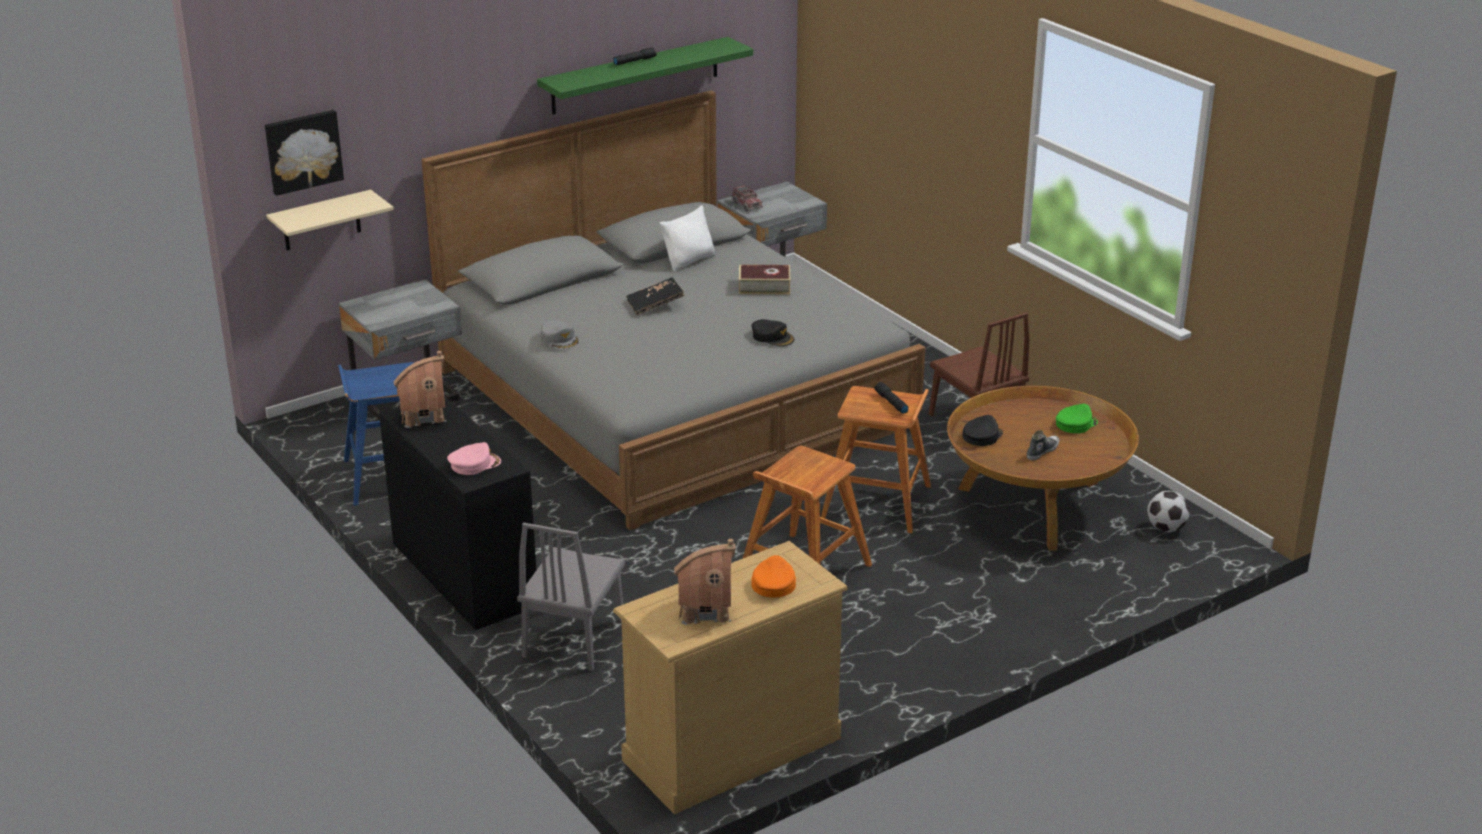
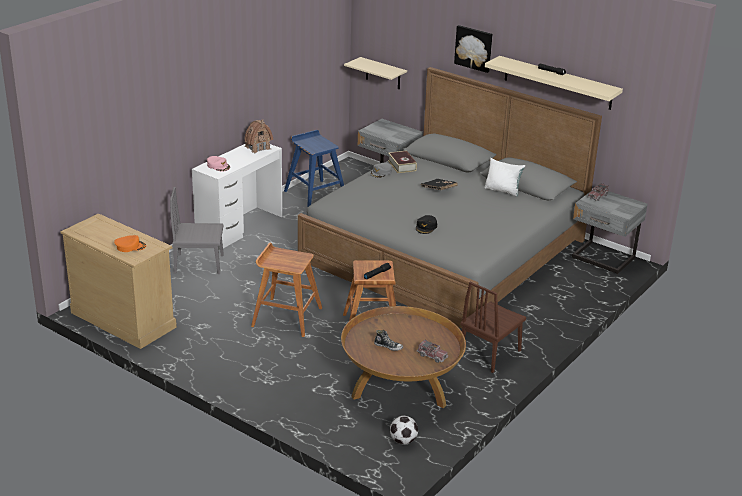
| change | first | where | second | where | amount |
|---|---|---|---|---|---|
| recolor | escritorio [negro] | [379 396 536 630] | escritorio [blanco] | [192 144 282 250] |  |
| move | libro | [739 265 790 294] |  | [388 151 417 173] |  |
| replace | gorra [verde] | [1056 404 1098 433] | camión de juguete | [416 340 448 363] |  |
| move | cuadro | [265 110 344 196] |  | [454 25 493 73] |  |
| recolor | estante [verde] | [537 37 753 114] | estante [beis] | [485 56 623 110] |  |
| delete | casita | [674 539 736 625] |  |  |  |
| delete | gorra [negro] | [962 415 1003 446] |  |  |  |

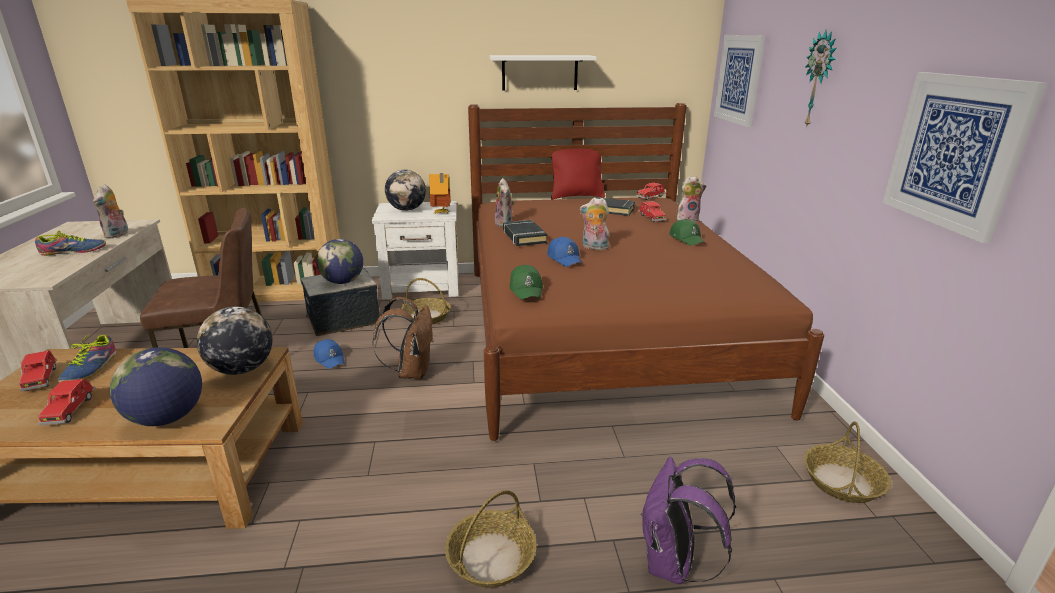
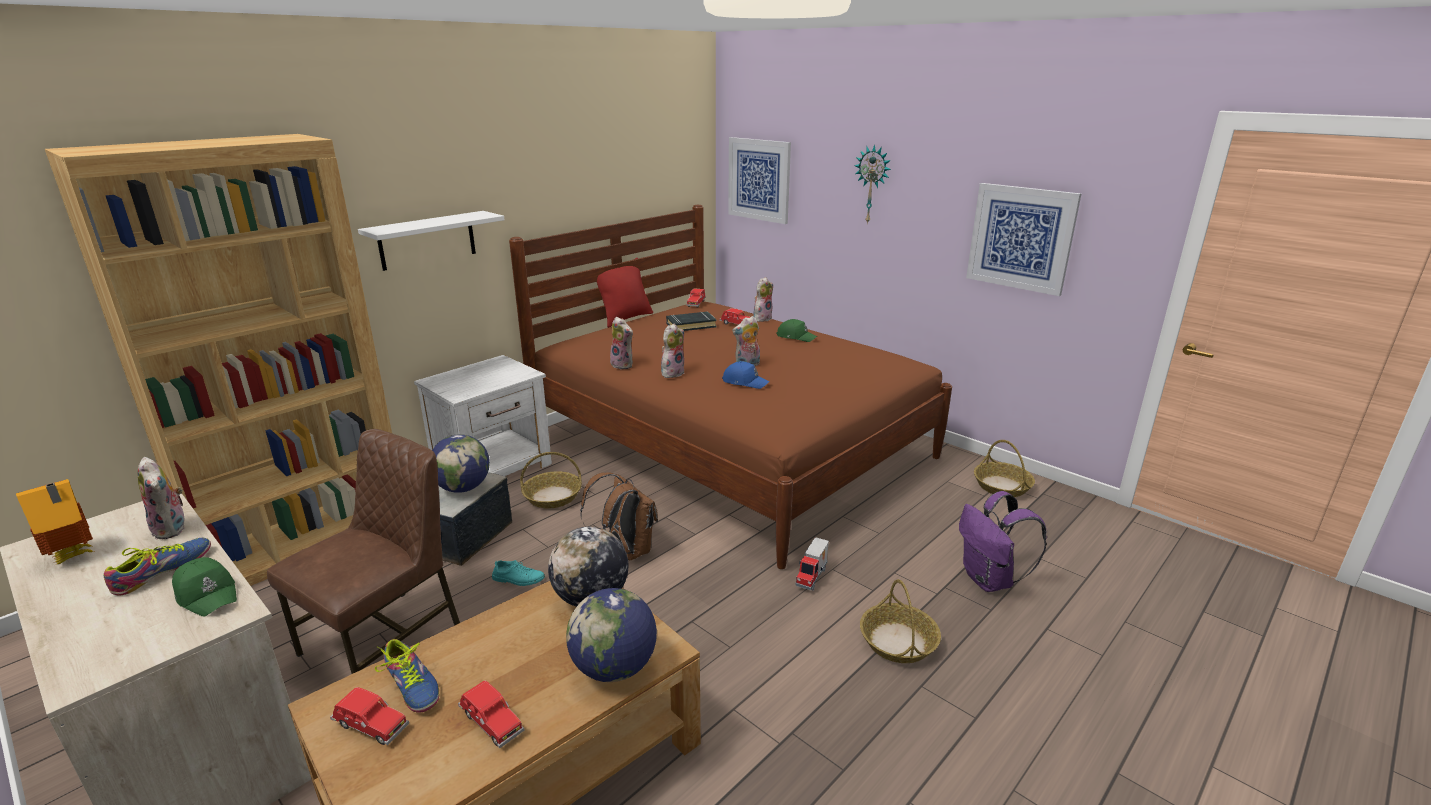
| change | first | where | second | where | amount |
|---|---|---|---|---|---|
| move | casita | [429 173 451 214] |  | [16 479 94 564] |  |
| move | gorra [verde] | [510 265 543 300] |  | [172 557 237 616] |  |
| move | estante [blanco] | [489 55 597 90] |  | [358 211 505 271] |  |
| replace | gorra [azul] | [314 339 345 369] | zapato [turquesa] | [492 560 545 586] |  |
| replace | libro [negro] | [503 220 547 246] | peluche | [661 324 684 378] |  |
| insert |  |  | camión de juguete | [795 537 829 591] |  |
| delete | globo terráqueo | [385 170 426 211] |  |  |  |

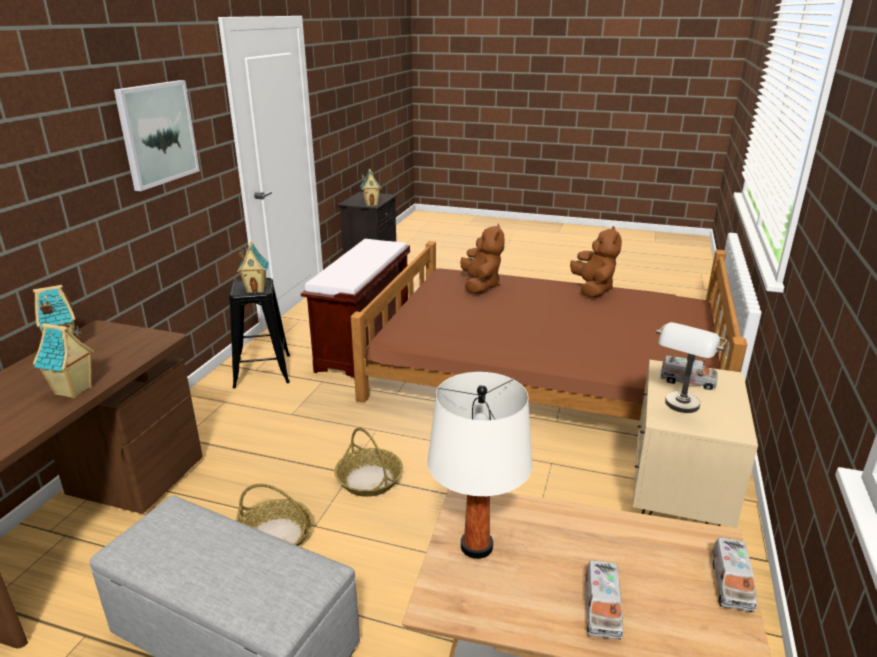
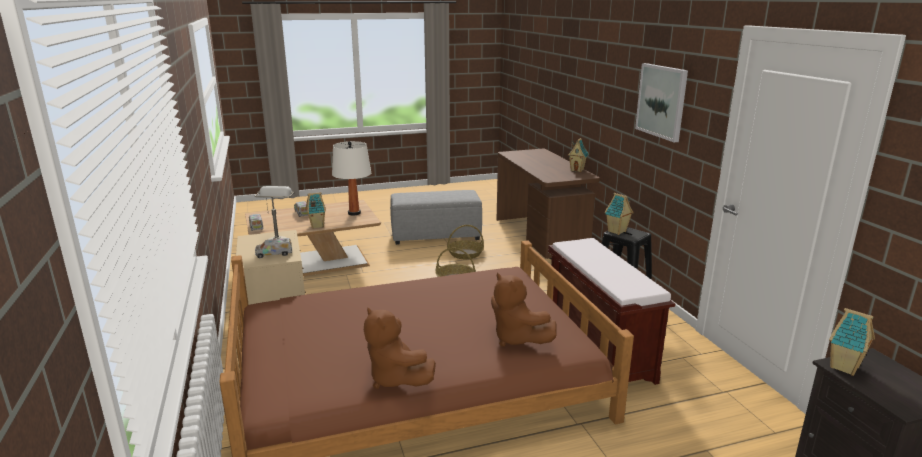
| change | first | where | second | where | amount |
|---|---|---|---|---|---|
| move | casita | [33 323 94 399] |  | [306 192 326 229] |  |

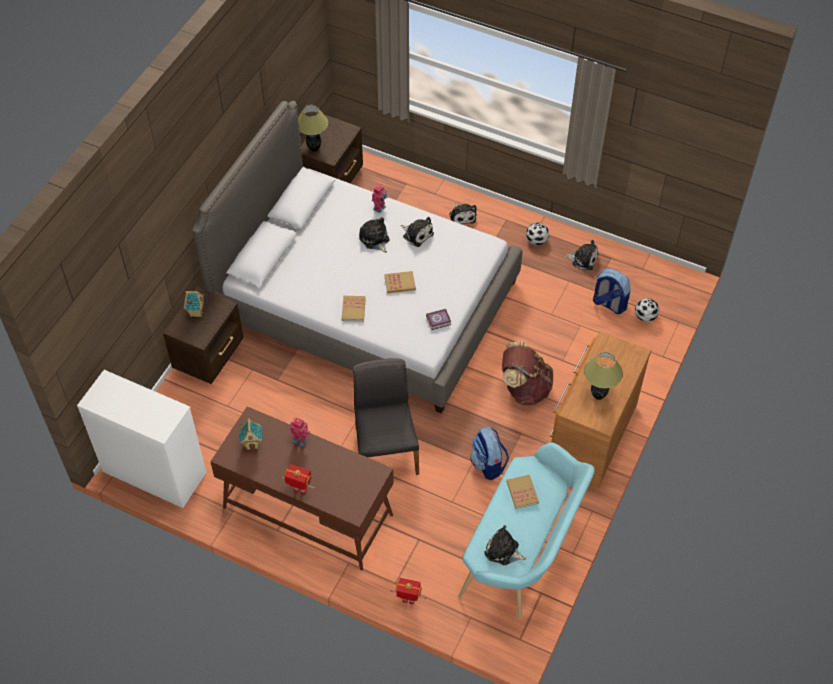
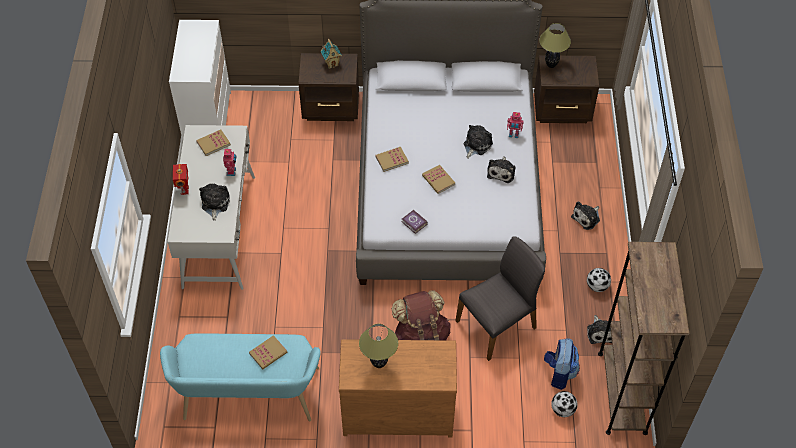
| change | first | where | second | where | amount |
|---|---|---|---|---|---|
| recolor | escritorio [marrón] | [210 406 393 570] | escritorio [blanco] | [168 125 255 290] |  |
| replace | casita | [239 418 262 450] | libro | [196 130 231 156] |  |
| move | peluche | [484 525 527 565] |  | [199 184 230 221] |  |
| move | silla [gris] | [353 358 419 475] |  | [455 236 545 361] |  |
| insert |  |  | estantería [marrón] | [598 242 689 435] |  |
| delete | robot de juguete | [391 578 426 605] |  |  |  |
| delete | mochila | [470 427 509 480] |  |  |  |

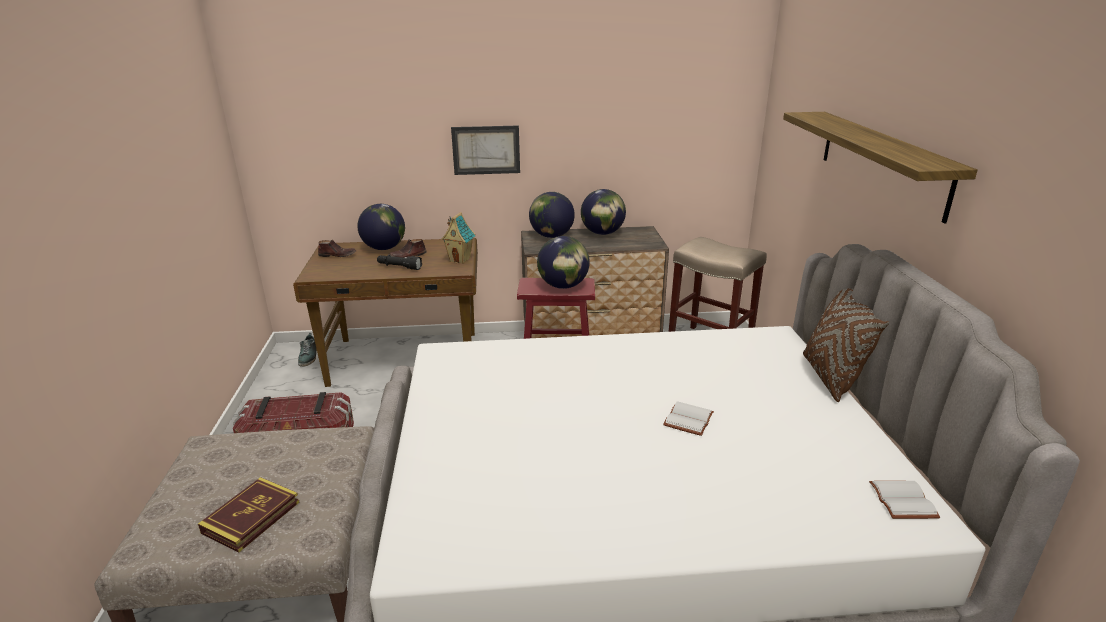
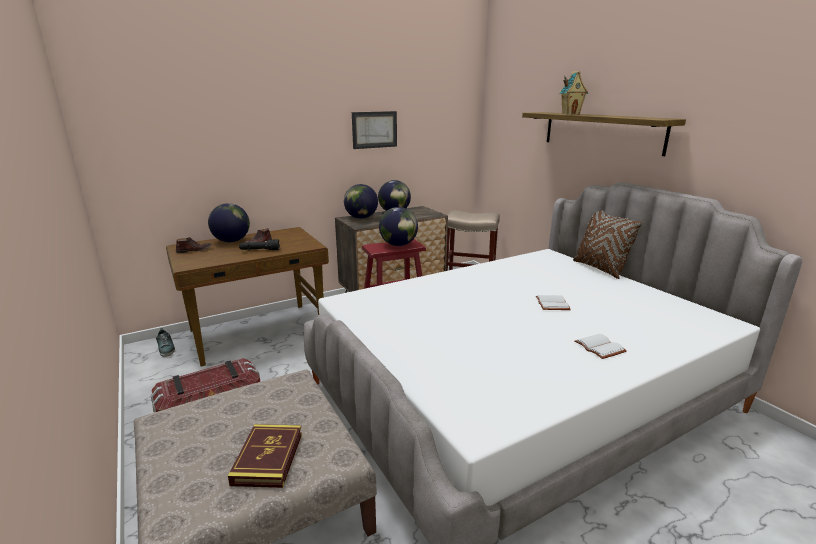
| change | first | where | second | where | amount |
|---|---|---|---|---|---|
| move | cuadro | [451 125 520 175] |  | [352 111 397 149] |  |
| move | casita | [441 212 475 264] |  | [559 71 588 114] |  |
| move | libro [blanco] | [869 481 940 519] |  | [574 334 627 359] |  |

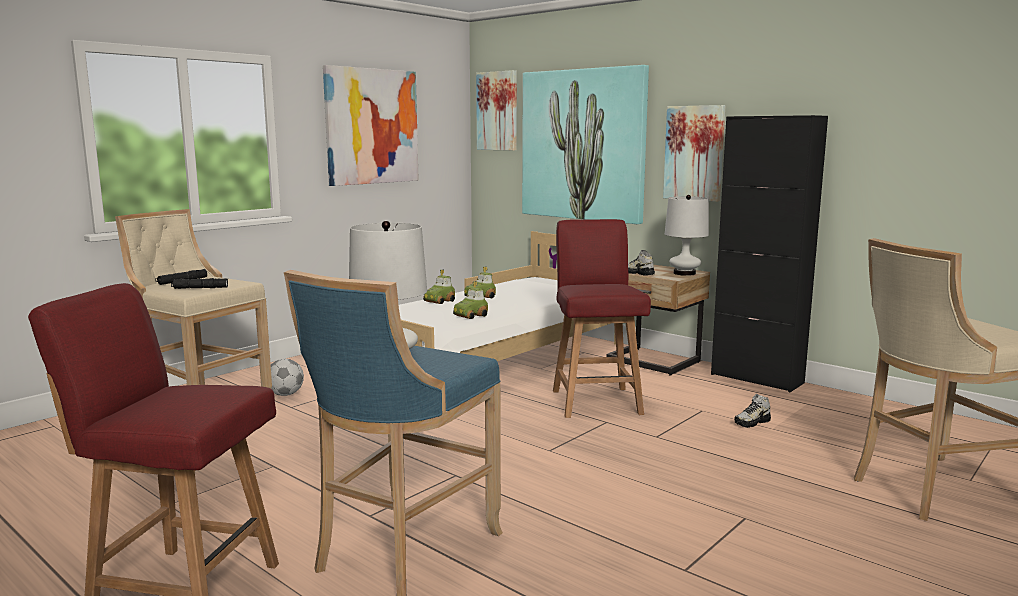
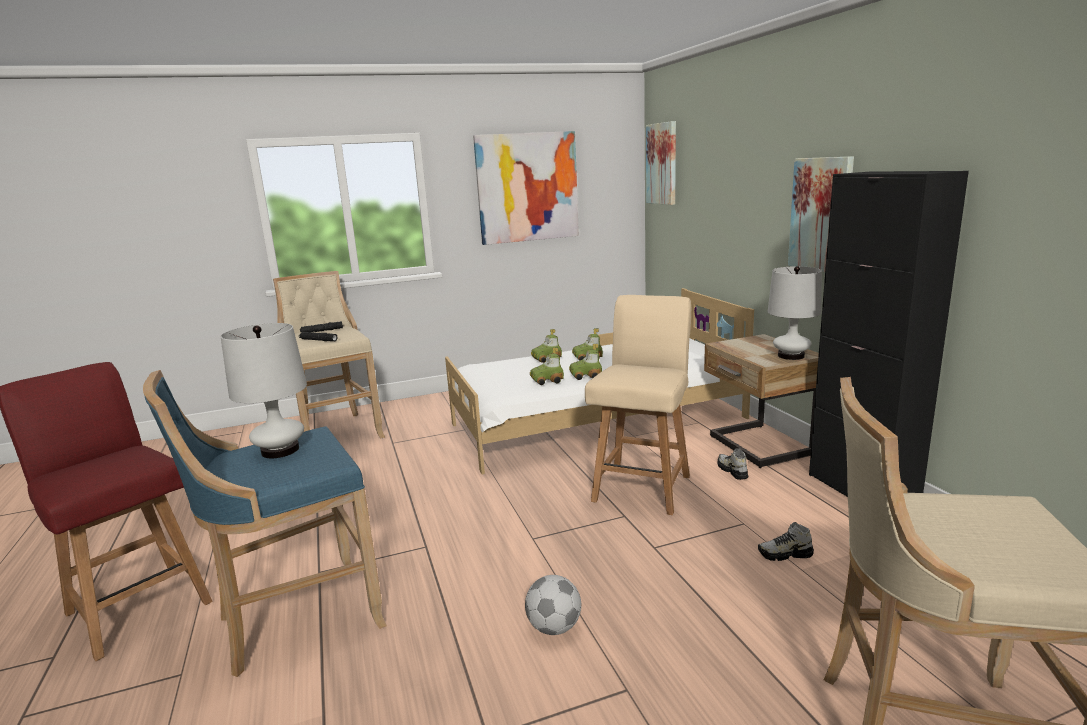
| change | first | where | second | where | amount |
|---|---|---|---|---|---|
| move | balón de fútbol | [271 359 304 396] |  | [525 575 581 635] |  |
| insert |  |  | coche de juguete | [569 344 602 380] |  |
| recolor | silla [rojo] | [553 219 651 418] | silla [beis] | [585 295 691 515] |  |
| move | zapato | [628 250 655 276] |  | [717 448 749 480] |  |
| delete | cuadro | [522 65 649 224] |  |  |  |

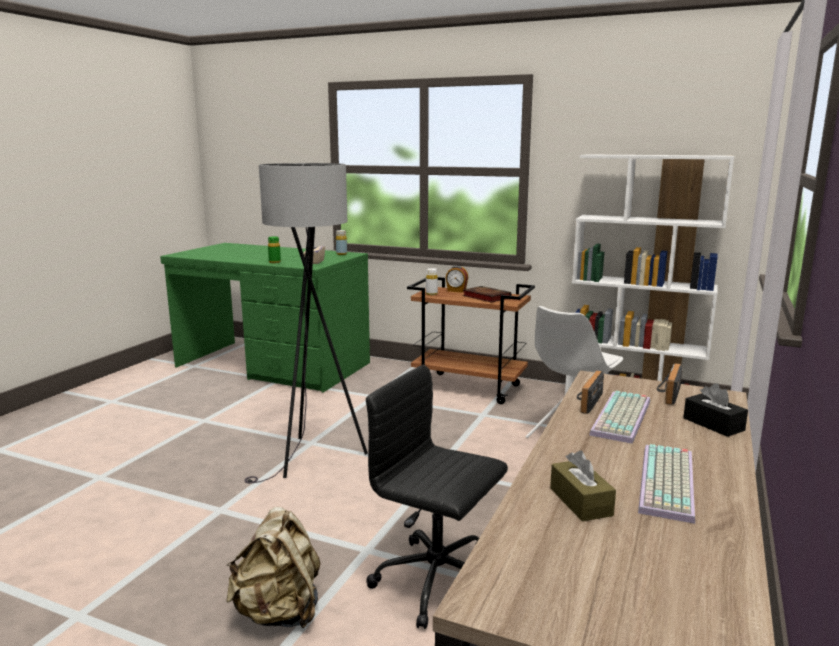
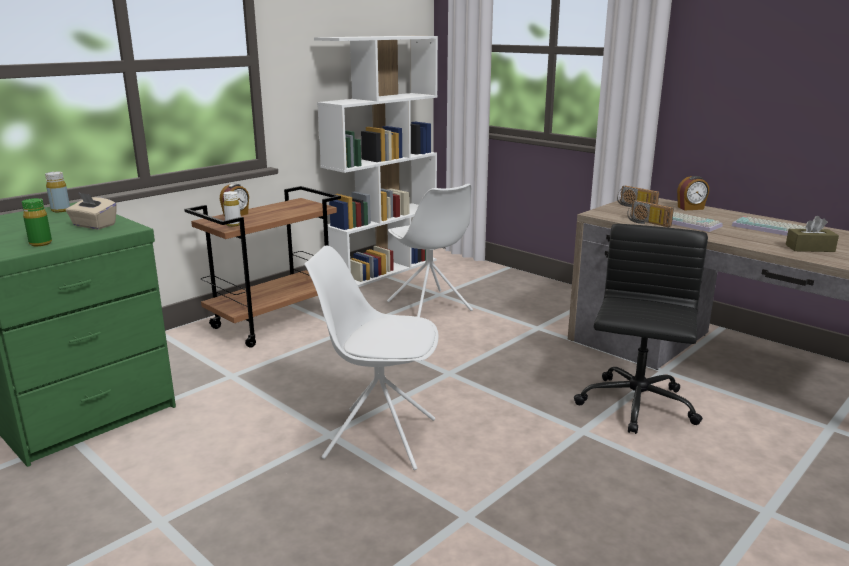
| change | first | where | second | where | amount |
|---|---|---|---|---|---|
| replace | lámpara de pie [gris] | [245 163 368 483] | silla [blanco] | [304 246 439 470] |  |
| rotate | silla de oficina [negro] | [366 365 508 629] |  | [574 224 708 434] | 150 degrees clockwise |
| replace | caja de pañuelos [negro] | [683 383 748 437] | despertador | [677 176 709 210] |  |
| delete | mochila [beis] | [226 507 321 628] |  |  |  |
| delete | libro | [463 286 511 303] |  |  |  |

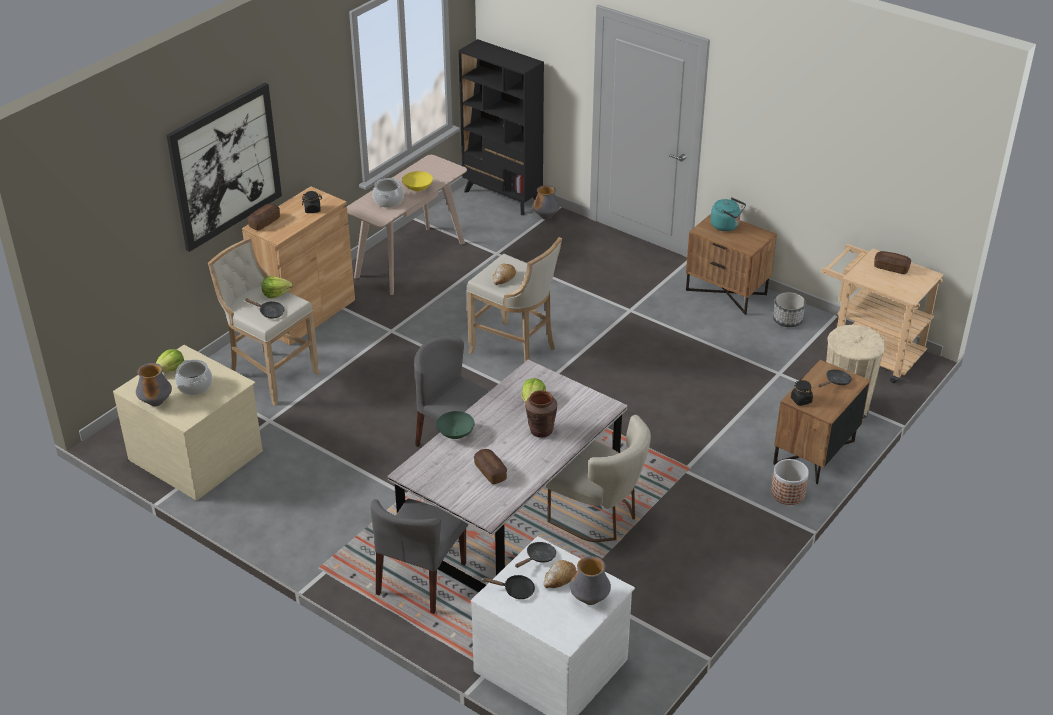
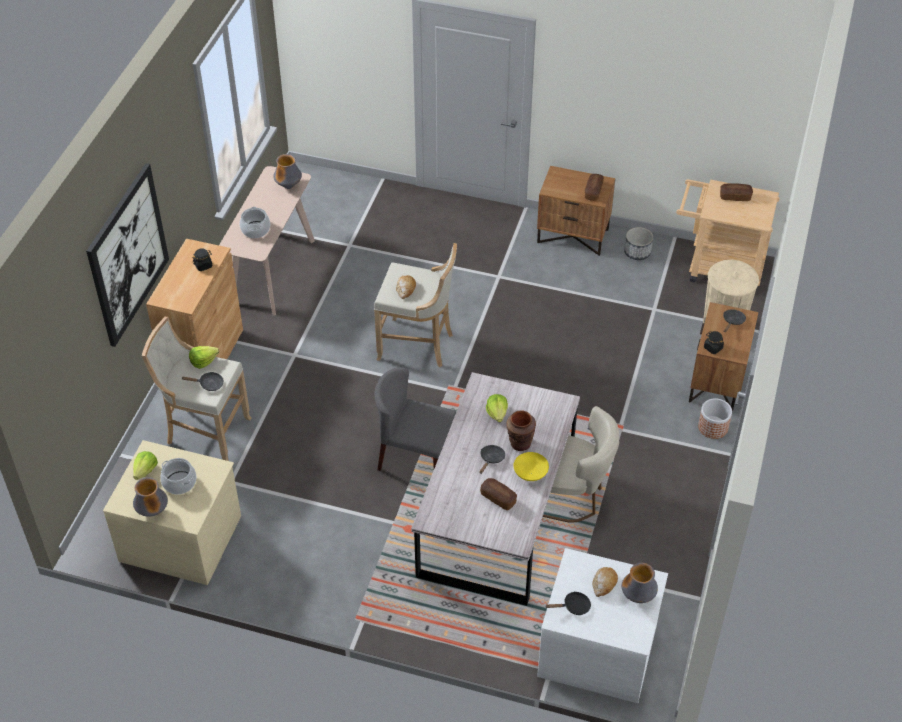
| change | first | where | second | where | amount |
|---|---|---|---|---|---|
| move | florero | [532 185 560 220] |  | [273 154 302 189] |  |
| move | sartén [negro] | [515 542 556 568] |  | [479 445 505 474] |  |
| move | cuenco [amarillo] | [402 171 433 191] |  | [513 452 549 481] |  |
| move | pan | [248 204 280 230] |  | [585 174 604 201] |  |
| delete | silla [gris] | [371 499 468 614] |  |  |  |
| delete | cuenco [verde] | [436 411 475 439] |  |  |  |
| delete | estantería [negro] | [458 39 544 215] |  |  |  |
| delete | hervidor [turquesa] | [711 197 746 231] |  |  |  |

